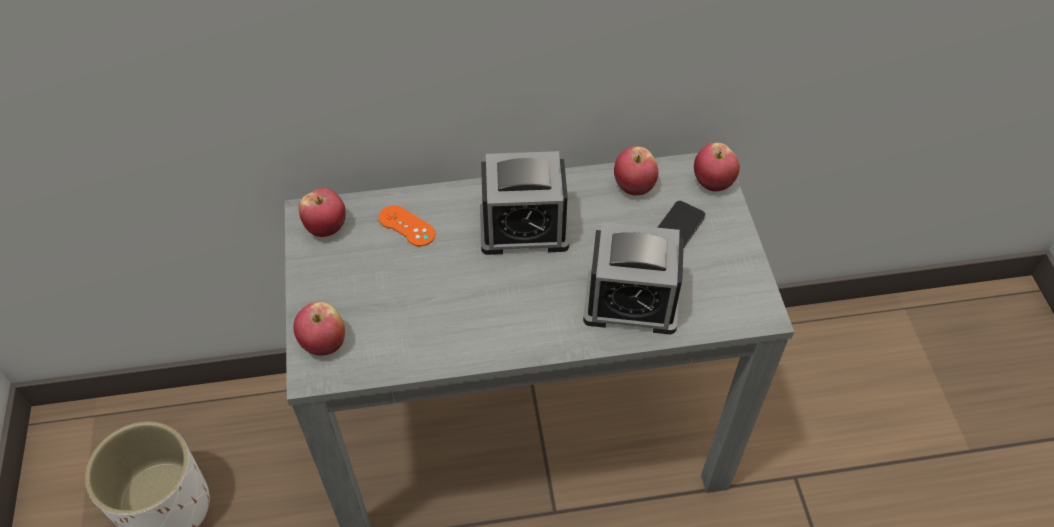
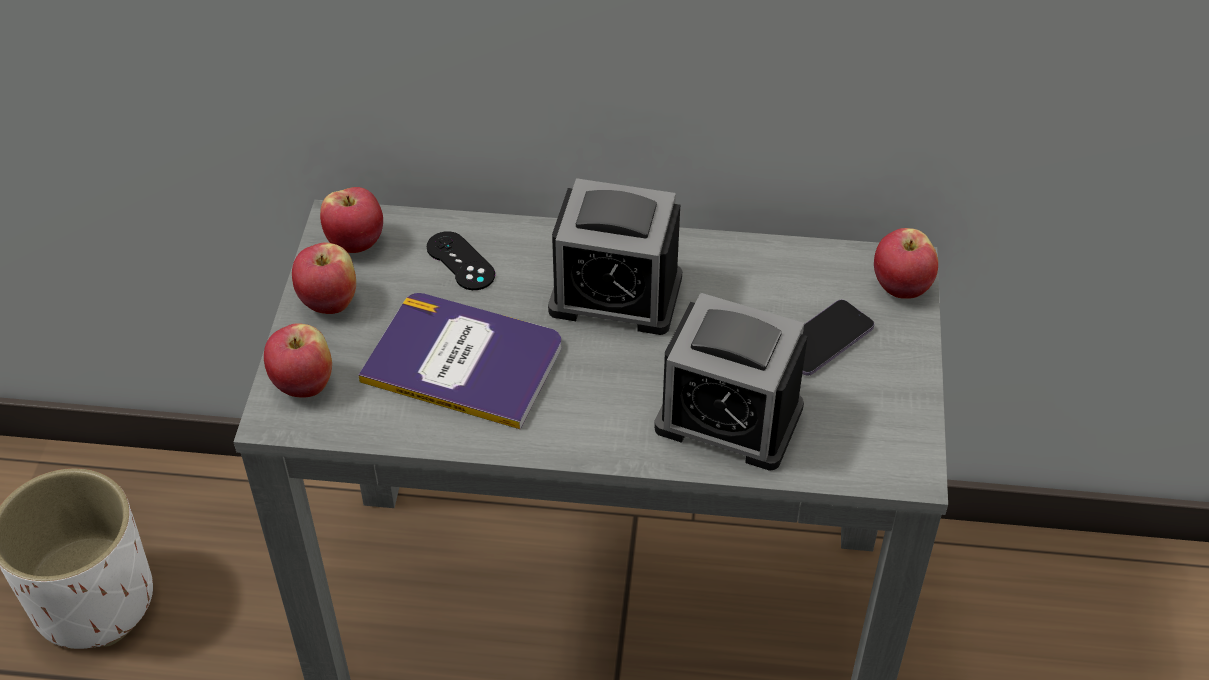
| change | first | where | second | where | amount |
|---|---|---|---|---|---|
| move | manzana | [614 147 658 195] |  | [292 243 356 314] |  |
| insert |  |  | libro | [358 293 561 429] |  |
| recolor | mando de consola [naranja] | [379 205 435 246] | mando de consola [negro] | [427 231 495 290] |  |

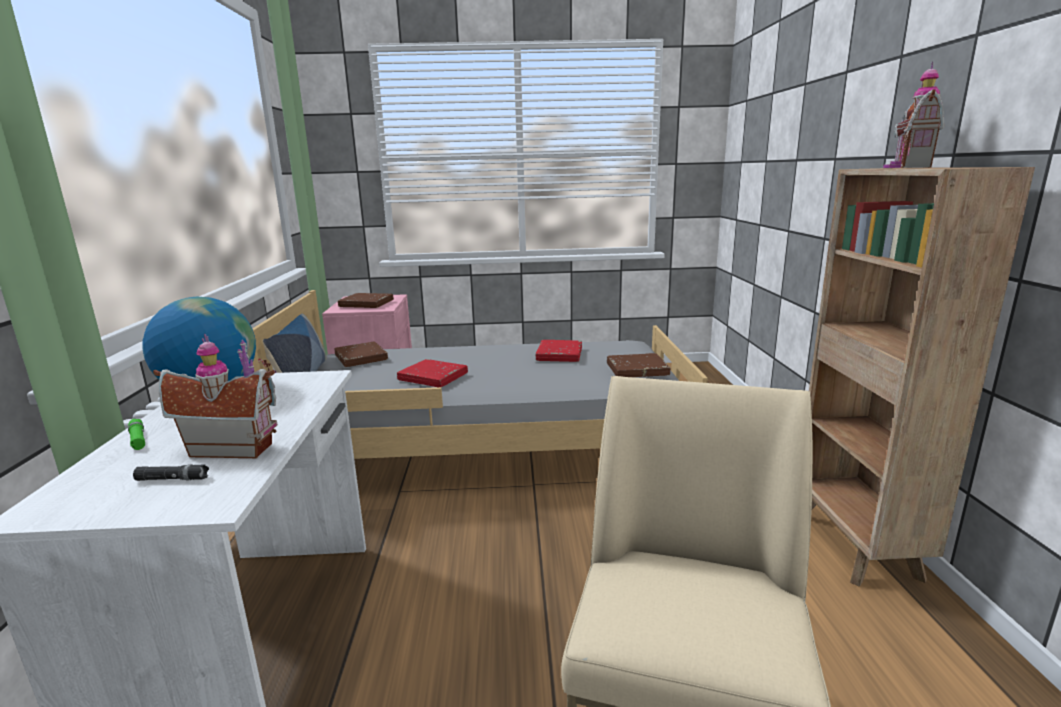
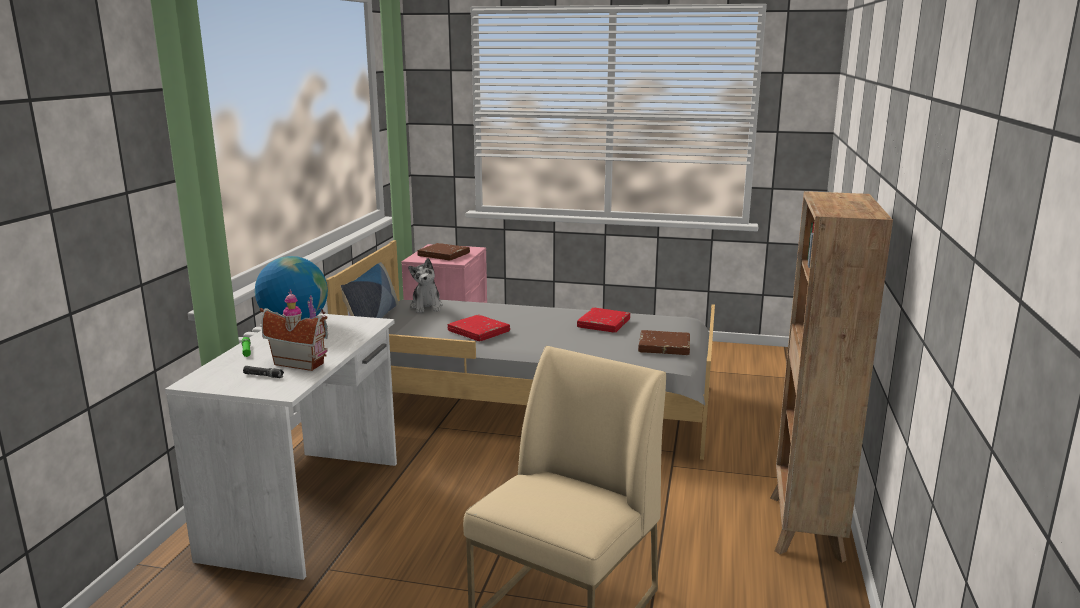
| change | first | where | second | where | amount |
|---|---|---|---|---|---|
| replace | libro [marrón] | [334 341 388 367] | peluche | [408 258 443 313] |  |
| delete | casita | [883 62 944 168] |  |  |  |

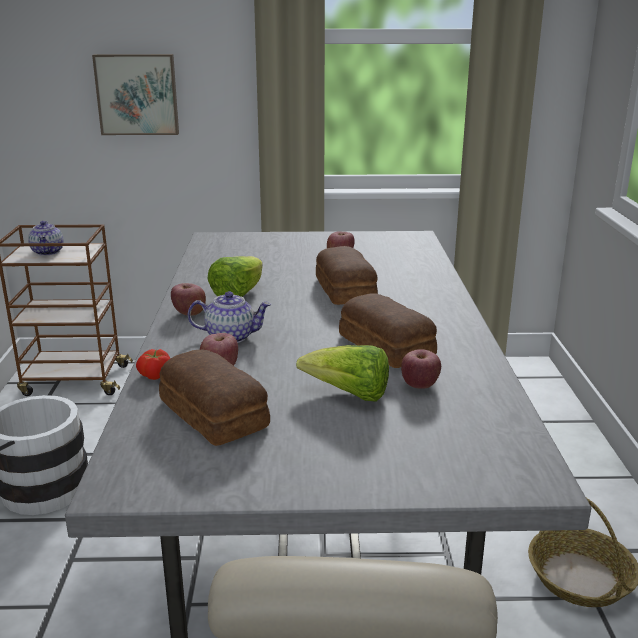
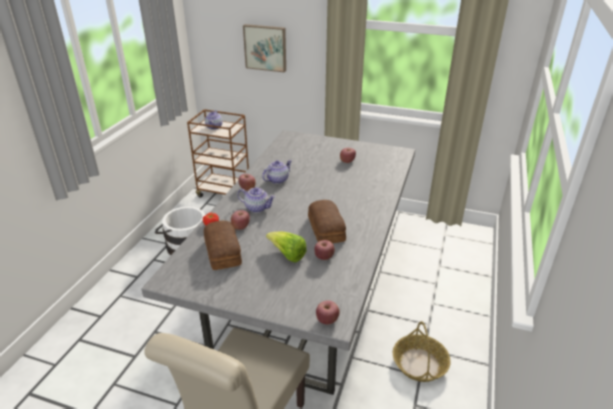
| change | first | where | second | where | amount |
|---|---|---|---|---|---|
| replace | lechuga | [208 256 263 297] | tetera | [262 160 292 184] |  |
| insert |  |  | manzana | [316 301 340 325] |  |
| delete | pan | [316 246 378 305] |  |  |  |

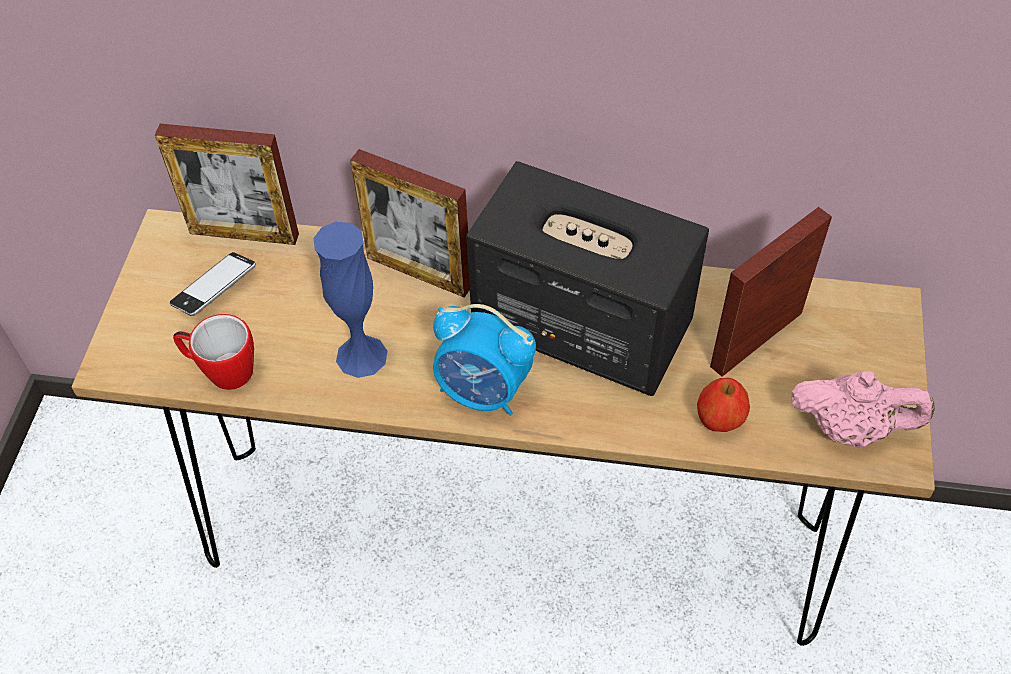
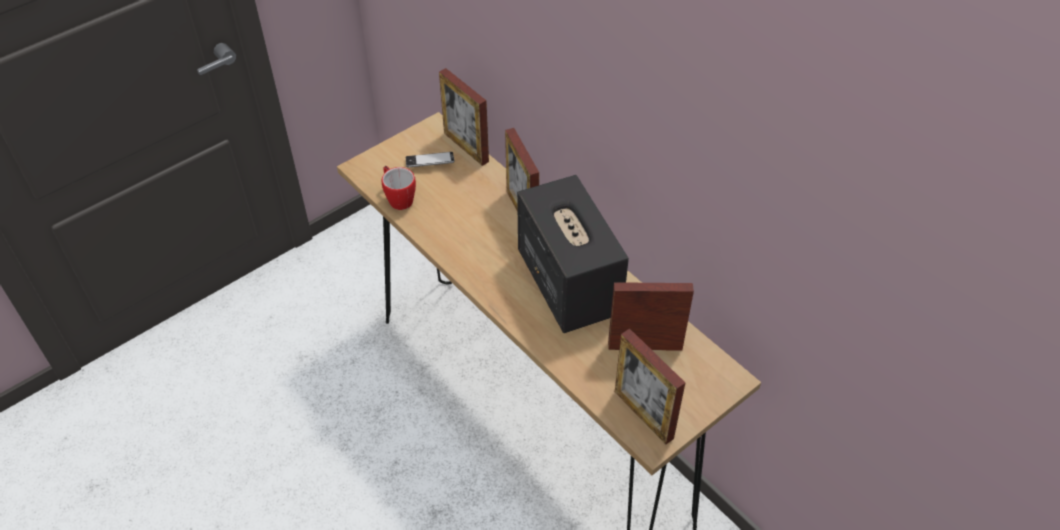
| change | first | where | second | where | amount |
|---|---|---|---|---|---|
| replace | tetera [rosa] | [791 371 935 448] | portarretratos | [615 329 685 444] |  |
| delete | florero [azul] | [314 222 388 378] |  |  |  |
| delete | despertador | [433 304 536 416] |  |  |  |
| delete | manzana | [697 378 750 432] |  |  |  |

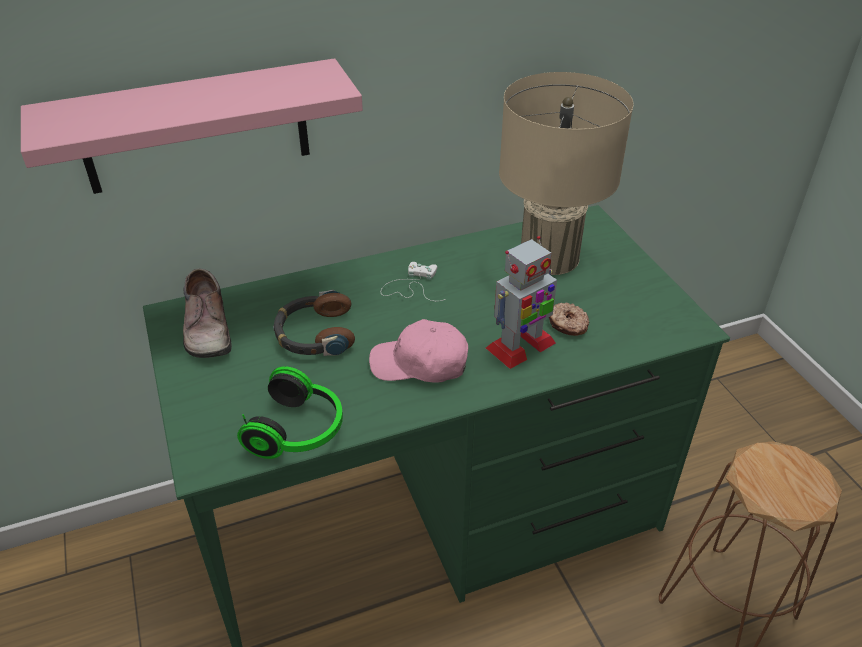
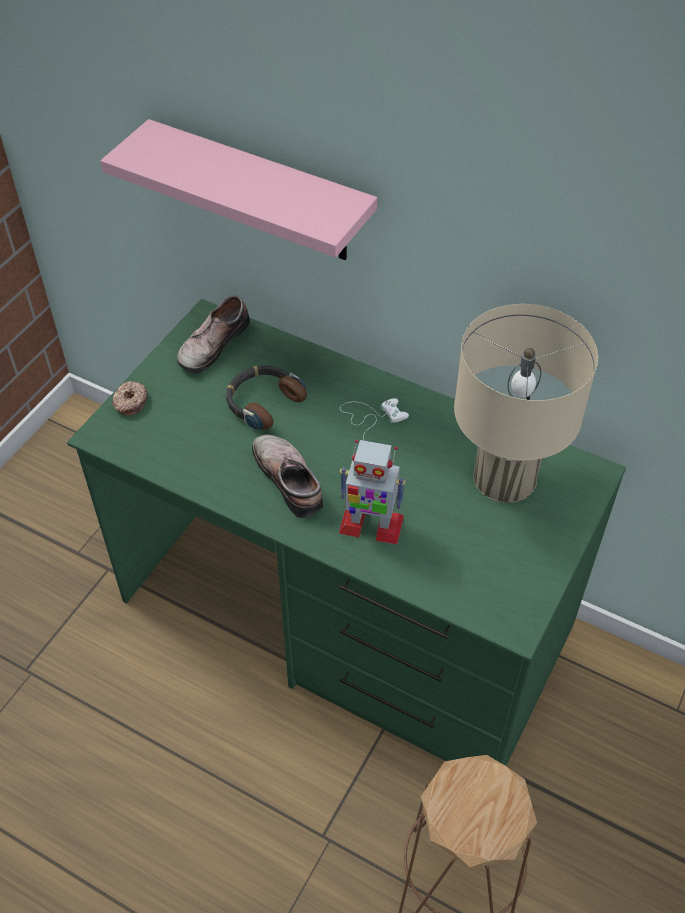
| change | first | where | second | where | amount |
|---|---|---|---|---|---|
| move | rosquilla | [549 303 590 336] |  | [112 381 148 416] |  |
| replace | gorra [rosa] | [369 319 468 383] | zapato | [252 435 323 518] |  |
| delete | auriculares | [237 366 343 459] |  |  |  |

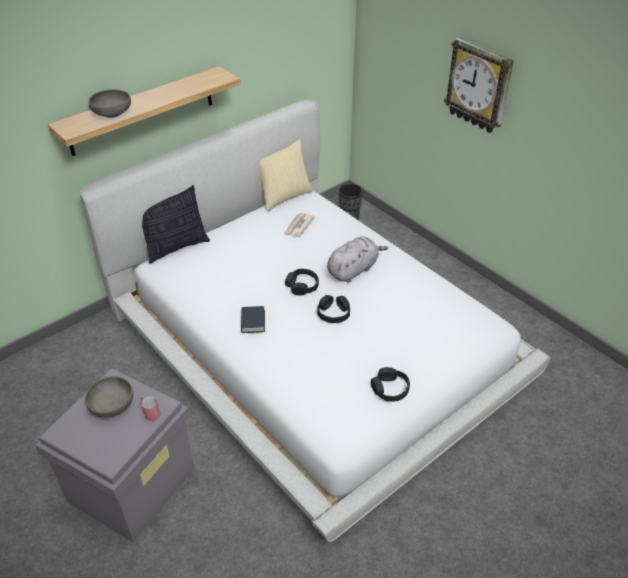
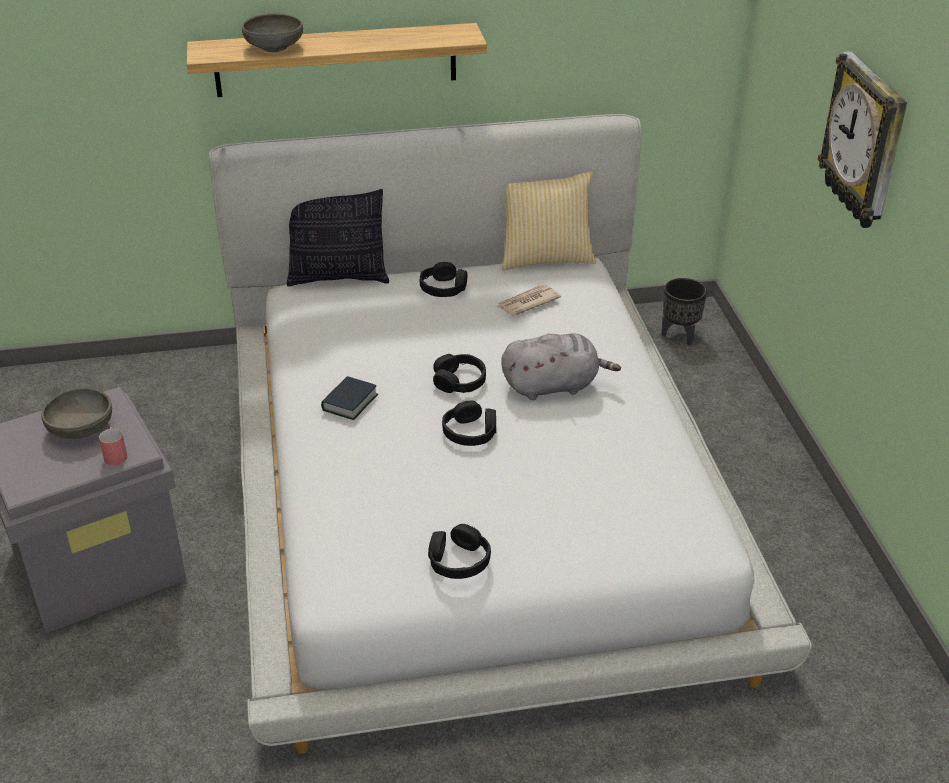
| change | first | where | second | where | amount |
|---|---|---|---|---|---|
| insert |  |  | auriculares [negro] | [420 262 467 297] |  |

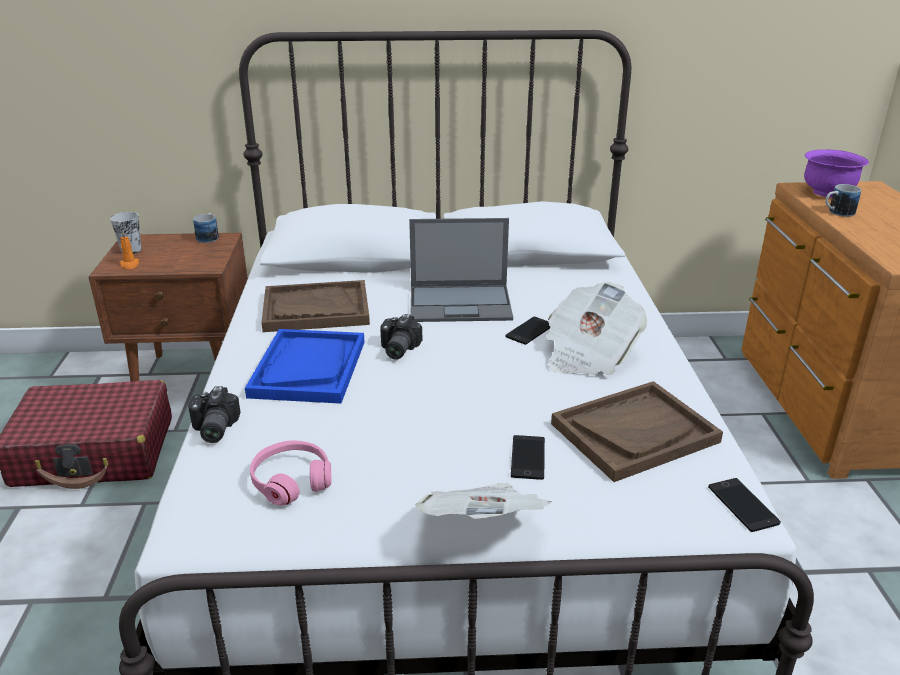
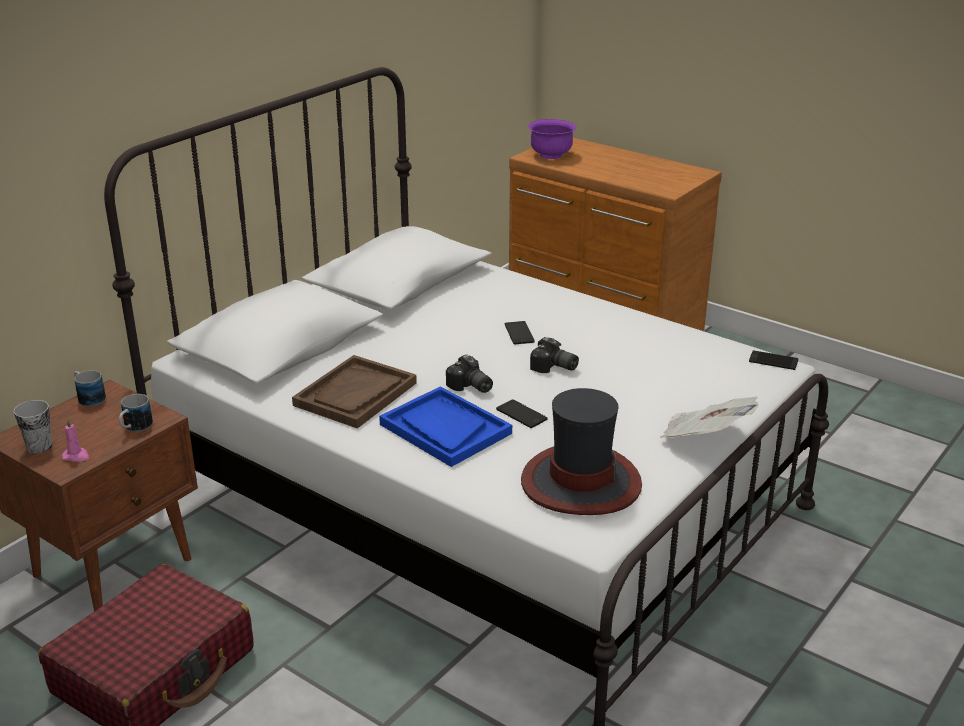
| change | first | where | second | where | amount |
|---|---|---|---|---|---|
| recolor | vela [naranja] | [120 231 139 269] | vela [rosa] | [62 419 89 462] |  |
| move | taza grande | [825 184 861 217] |  | [119 394 153 432] |  |
| move | móvil | [511 435 545 480] |  | [496 399 547 428] |  |
| replace | auriculares [rosa] | [250 441 331 506] | sombrero | [521 388 642 515] |  |
| move | cámara | [188 386 241 443] |  | [530 337 579 373] |  |
| delete | portátil | [409 218 513 322] |  |  |  |
| delete | periódico | [546 282 647 375] |  |  |  |
| delete | bandeja [marrón] | [551 381 723 482] |  |  |  |

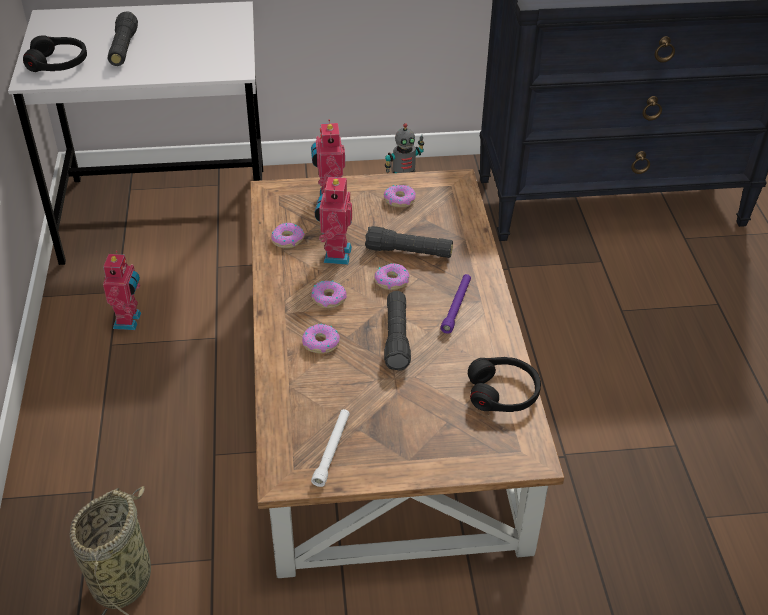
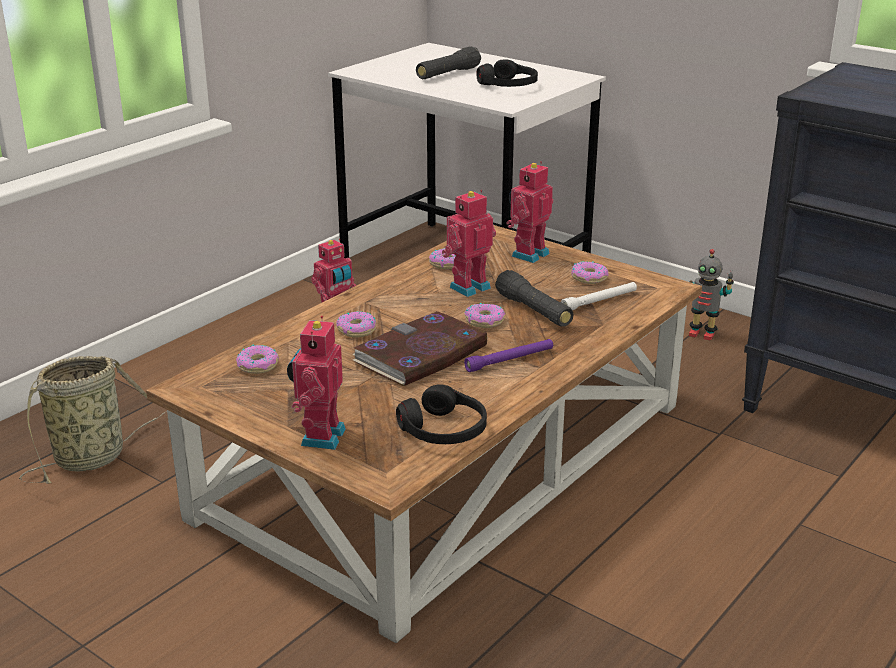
| change | first | where | second | where | amount |
|---|---|---|---|---|---|
| move | rosquilla | [311 280 347 308] |  | [236 345 279 374] |  |
| insert |  |  | robot de juguete | [287 316 346 450] |  |
| replace | linterna [negro] | [384 291 411 371] | libro | [352 311 487 386] |  |
| move | auriculares [negro] | [23 35 87 72] |  | [476 59 538 87] |  |
| move | linterna [blanco] | [311 409 350 487] |  | [561 282 637 310] |  |

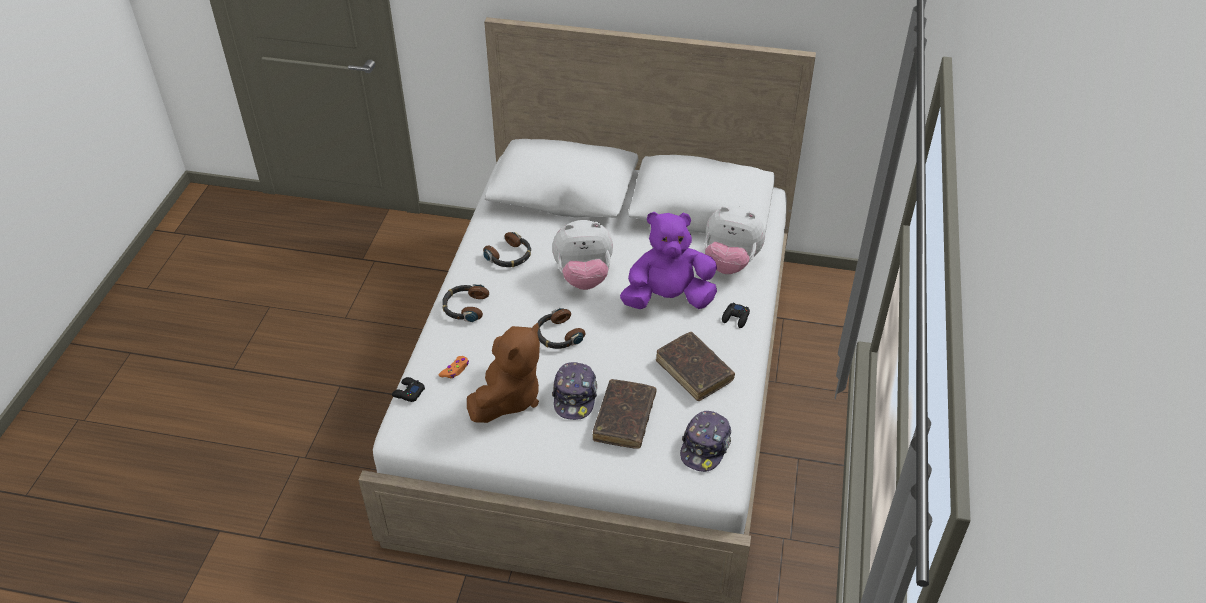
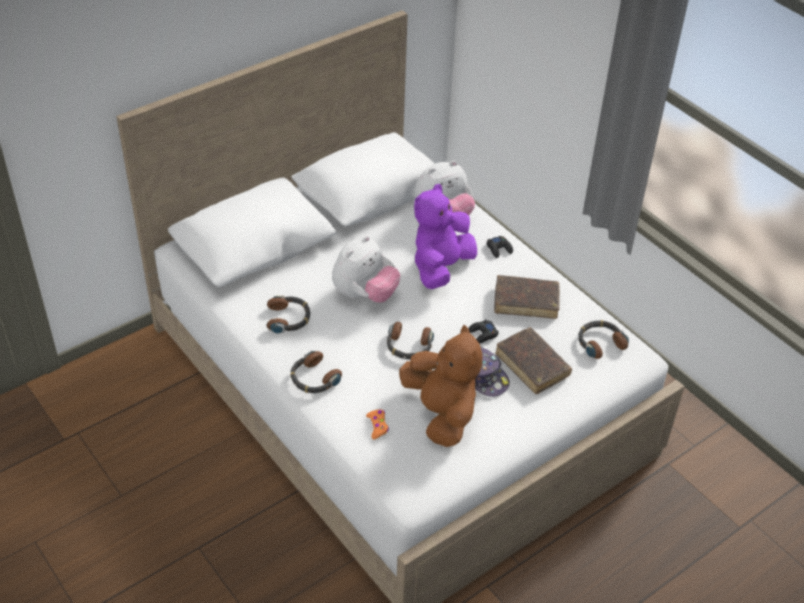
| change | first | where | second | where | amount |
|---|---|---|---|---|---|
| move | mando de consola [negro] | [392 377 425 402] |  | [469 319 499 344] |  |
| replace | gorra | [680 411 731 472] | auriculares | [578 320 629 359] |  |

